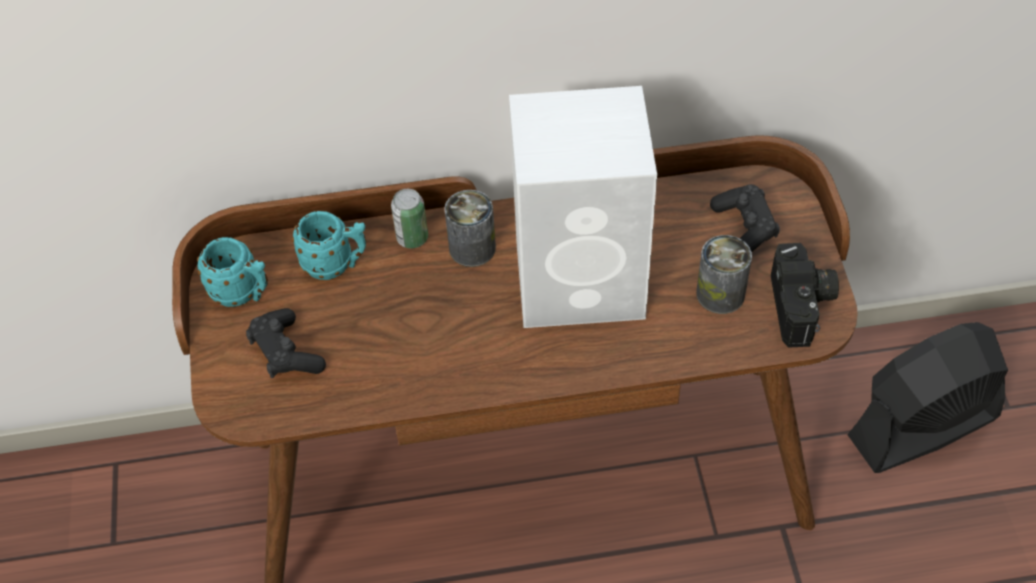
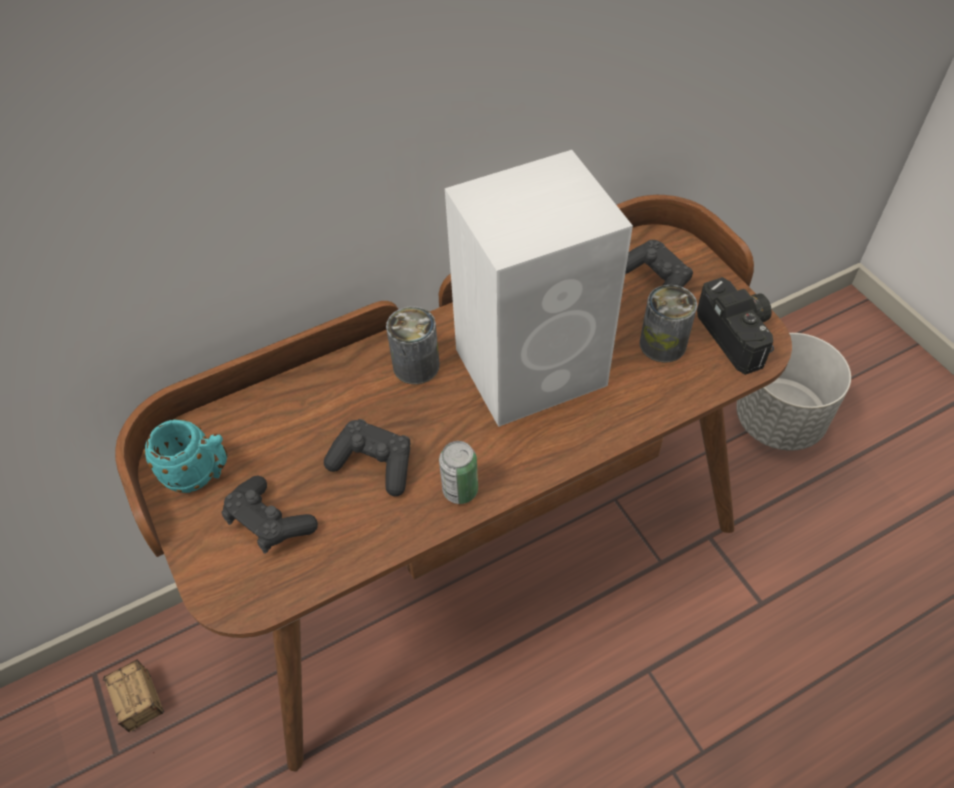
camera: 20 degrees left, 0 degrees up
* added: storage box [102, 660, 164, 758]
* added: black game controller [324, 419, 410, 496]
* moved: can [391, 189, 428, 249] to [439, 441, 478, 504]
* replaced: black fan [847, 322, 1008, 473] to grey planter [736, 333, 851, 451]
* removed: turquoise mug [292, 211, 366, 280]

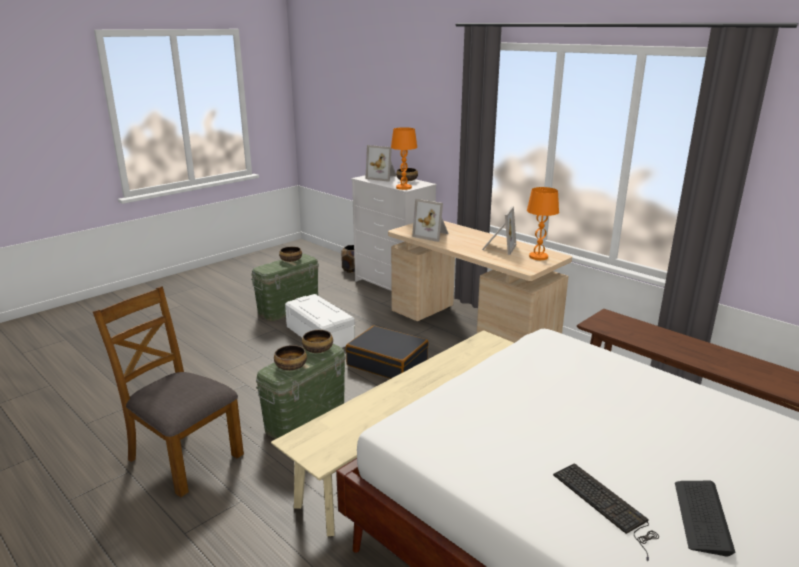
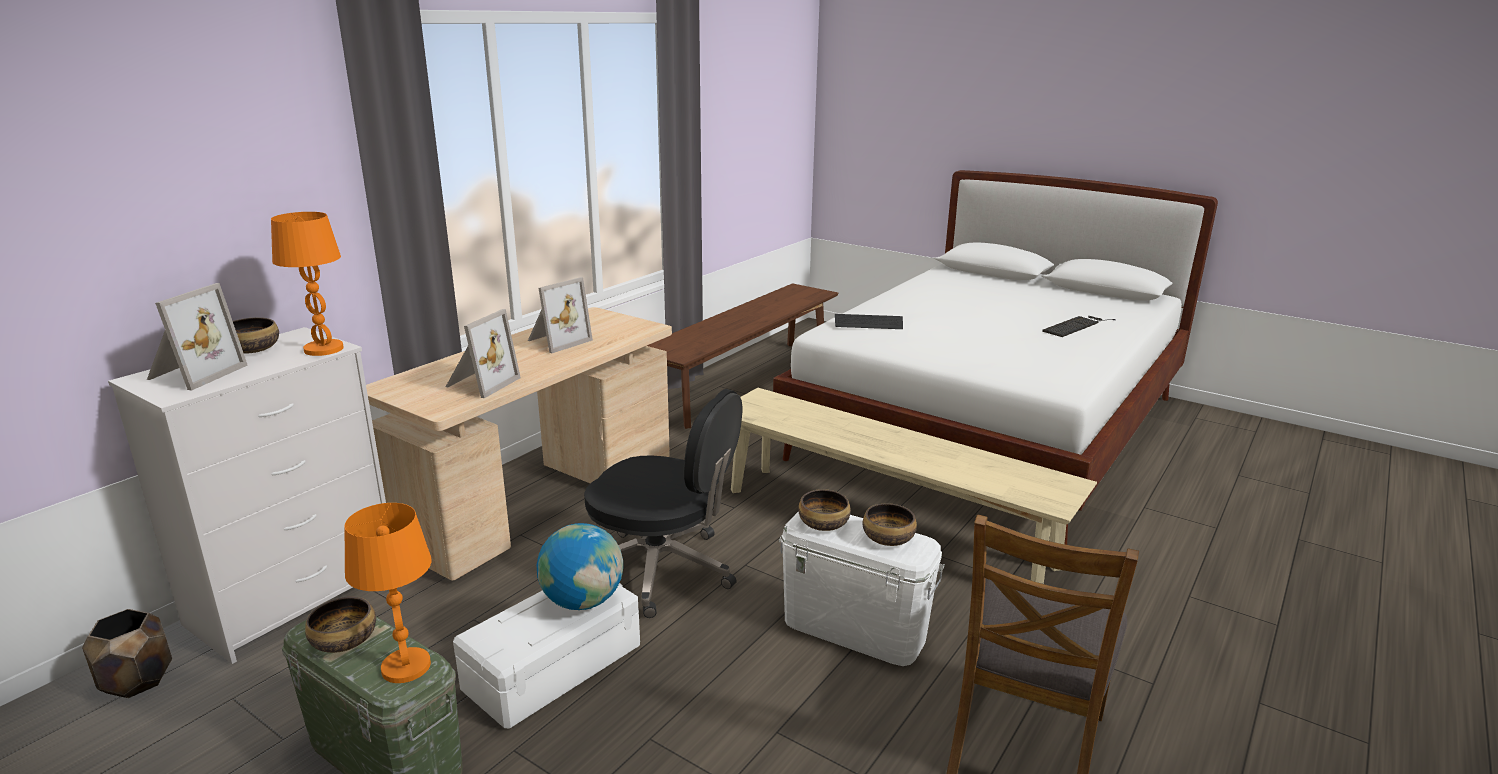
camera: 100 degrees left, 0 degrees up
* moved: orange table lamp [527, 187, 559, 260] to [345, 503, 432, 683]
* turned: picture frame [482, 207, 516, 255] = [528, 277, 593, 353] 120 degrees clockwise
* added: globe [537, 523, 623, 610]
* replaced: black suitcase [346, 326, 429, 379] to black office chair [584, 389, 742, 618]
* recoloured: green storage box [256, 344, 346, 439] to white storage box [779, 512, 945, 666]
* moved: keyboard [675, 481, 736, 557] to [835, 314, 903, 329]

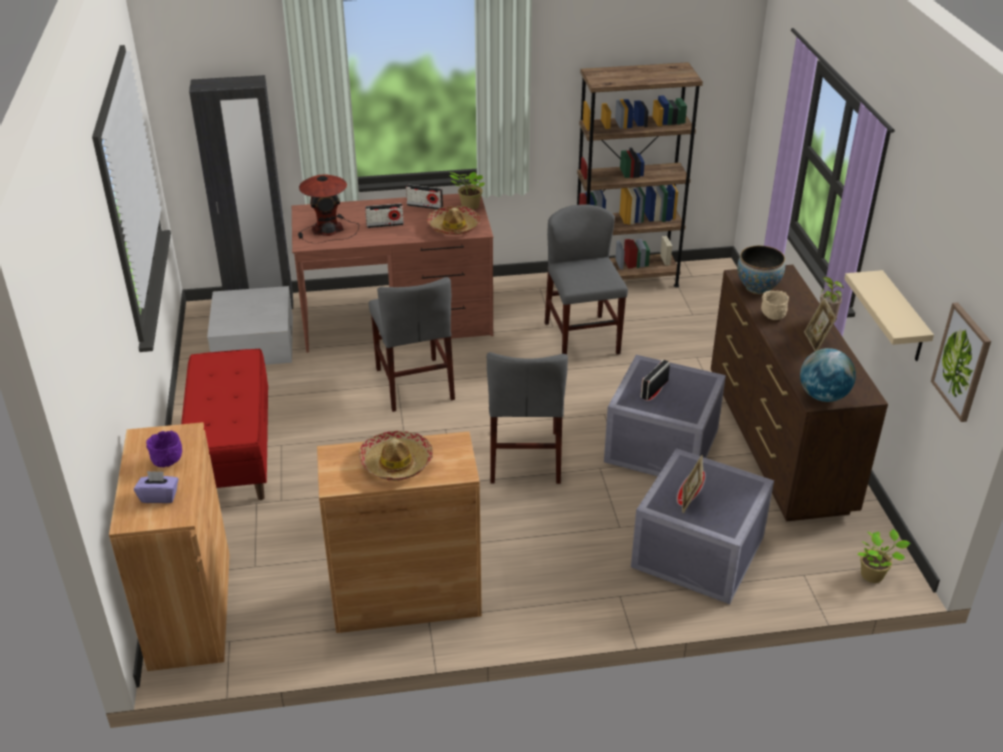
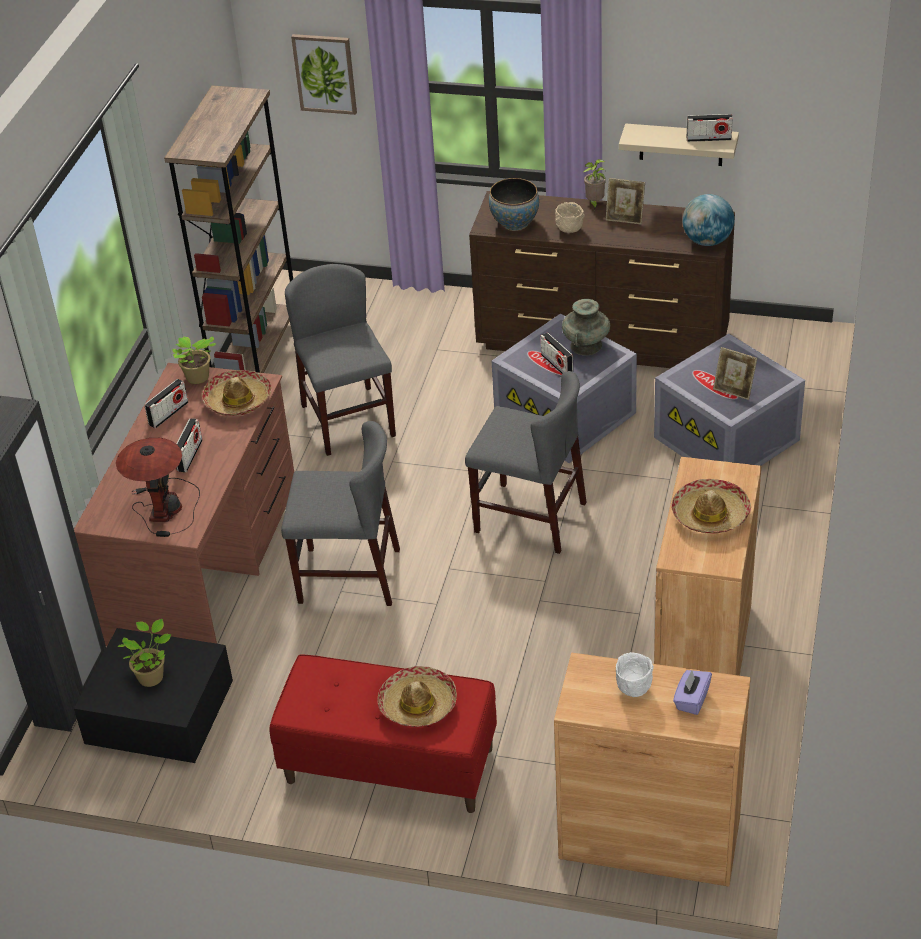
camera: 65 degrees left, 5 degrees up
* recoloured: white storage box [207, 286, 293, 365] to black storage box [74, 628, 233, 763]
* moved: potted plant [858, 529, 910, 583] to [118, 619, 172, 687]
* turned: grey chair [545, 204, 628, 355] = [285, 264, 396, 456] 60 degrees clockwise
* moved: picture [931, 302, 991, 422] to [291, 34, 357, 115]
* added: hat [377, 666, 457, 727]
* added: turquoise vase [562, 299, 610, 356]
* recoloured: purple bowl [146, 430, 182, 467] to white bowl [616, 652, 654, 697]
* added: radio [687, 114, 733, 142]

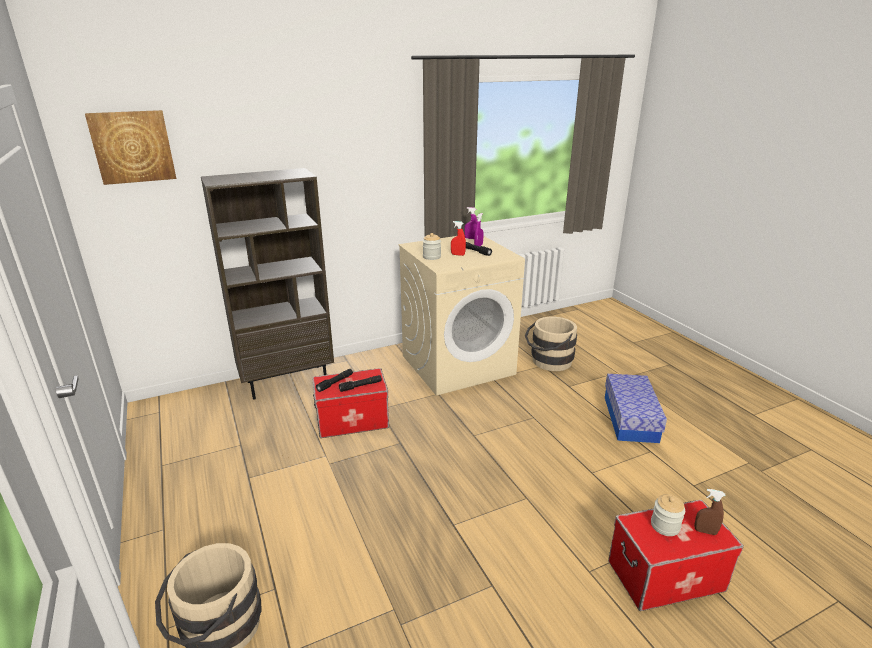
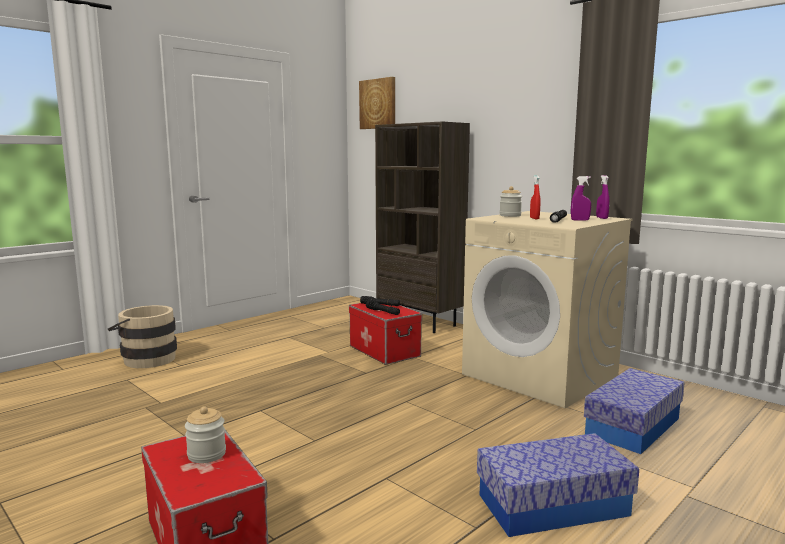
camera: 70 degrees right, 15 degrees down
* replaced: beige bucket [525, 317, 577, 371] to storage box [584, 368, 685, 454]
* removed: brown spray bottle [694, 489, 725, 535]

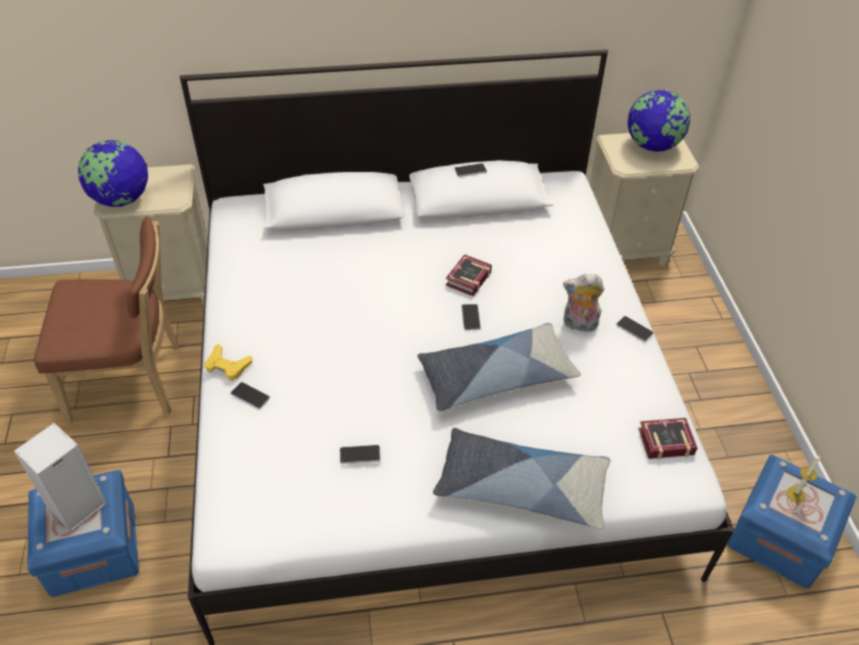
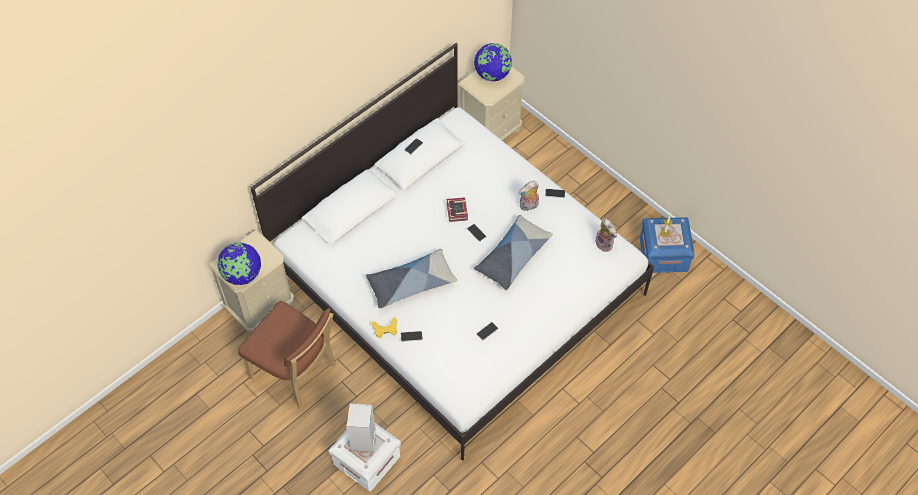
camera: 35 degrees left, 10 degrees up
* turned: brown chair [34, 216, 180, 424] = [238, 301, 335, 408] 75 degrees clockwise
* recoloured: blue storage box [27, 470, 139, 597] to white storage box [329, 423, 401, 491]
* moved: pillow [433, 428, 610, 530] to [366, 249, 457, 309]
* replaced: book [638, 418, 697, 459] to plush toy [595, 218, 617, 252]

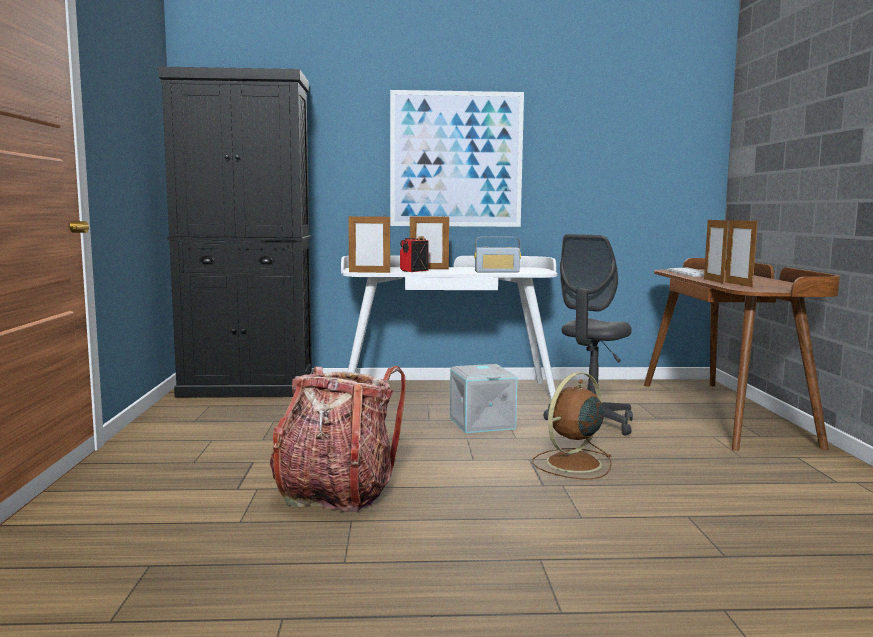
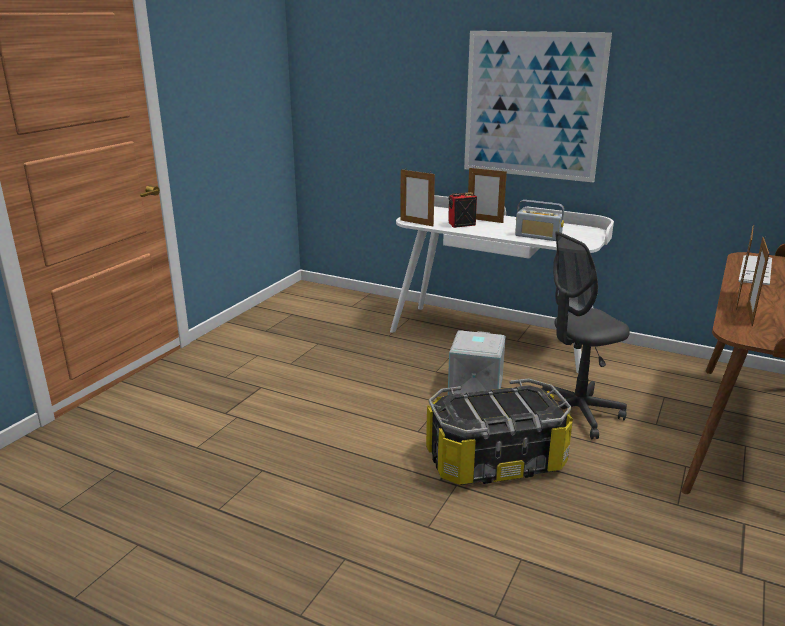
camera: 30 degrees right, 15 degrees up
* replaced: brown fan [532, 372, 612, 479] to storage box [426, 379, 573, 485]
* removed: black cabinet [158, 66, 313, 398]
* removed: backpack [270, 366, 406, 512]

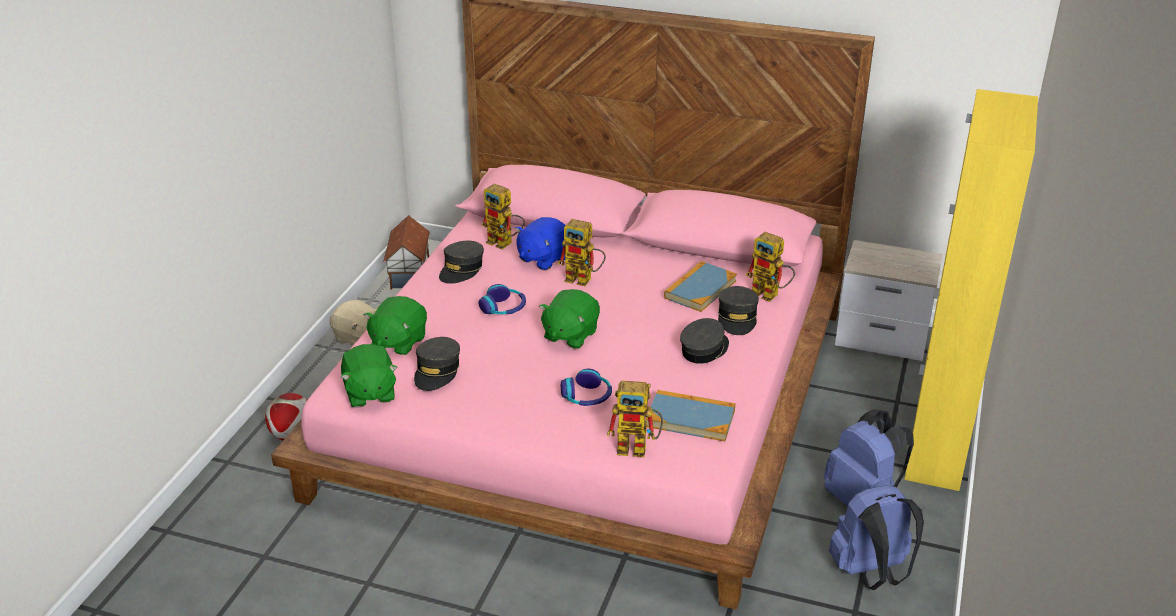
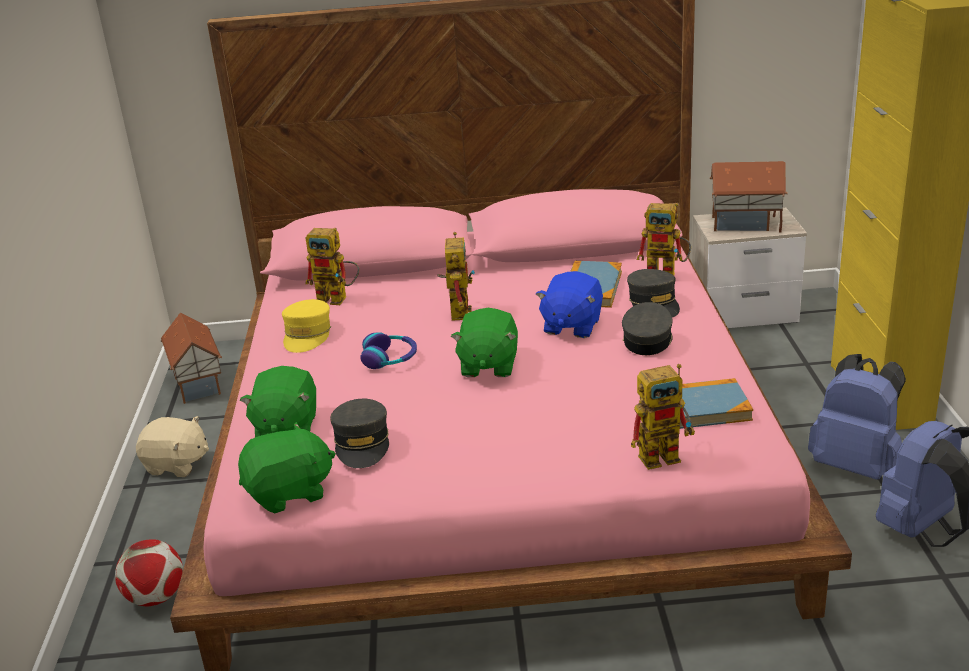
camera: 20 degrees left, 5 degrees down
* turned: green plush toy [341, 344, 398, 408] = [238, 422, 336, 513] 75 degrees counterclockwise
* recoloured: grey cap [439, 241, 484, 284] to yellow cap [282, 299, 331, 353]
* turned: toy robot [558, 219, 606, 286] = [437, 232, 475, 321] 90 degrees counterclockwise
* moved: blue plush toy [515, 217, 566, 270] to [536, 271, 603, 338]
* added: toy house [710, 161, 788, 233]
* removed: headphones [561, 368, 612, 406]

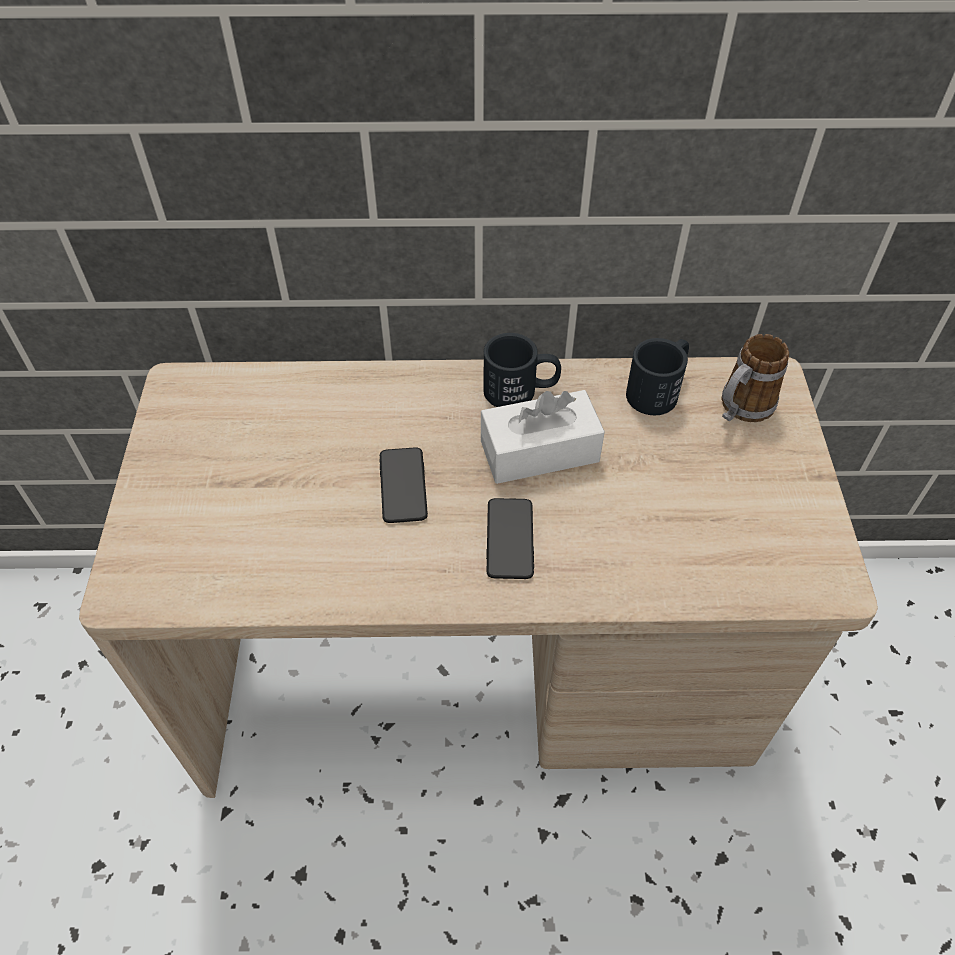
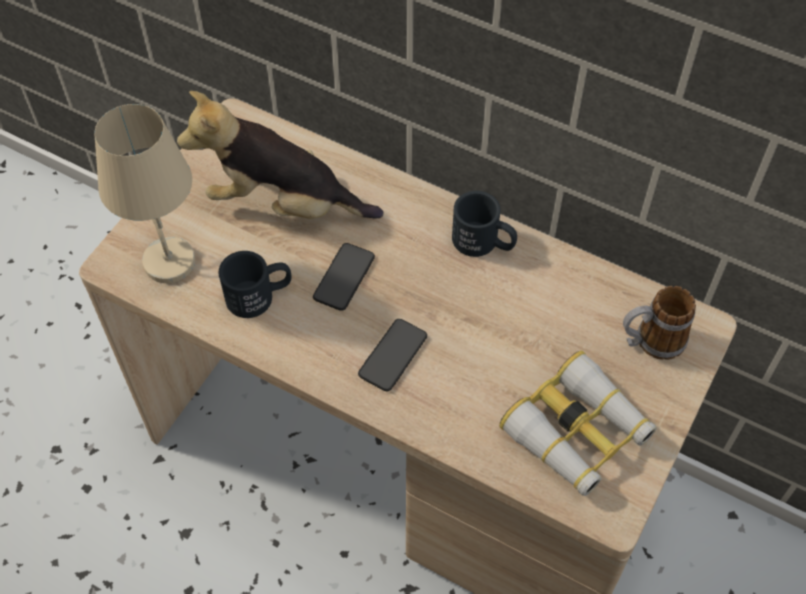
camera: 30 degrees right, 5 degrees up
* added: beige table lamp [95, 104, 195, 283]
* added: plush toy [177, 91, 383, 219]
* moved: black mug [626, 338, 689, 415] to [219, 251, 292, 318]
* added: binoculars [499, 351, 657, 496]
* removed: white tissue box [481, 390, 605, 484]

